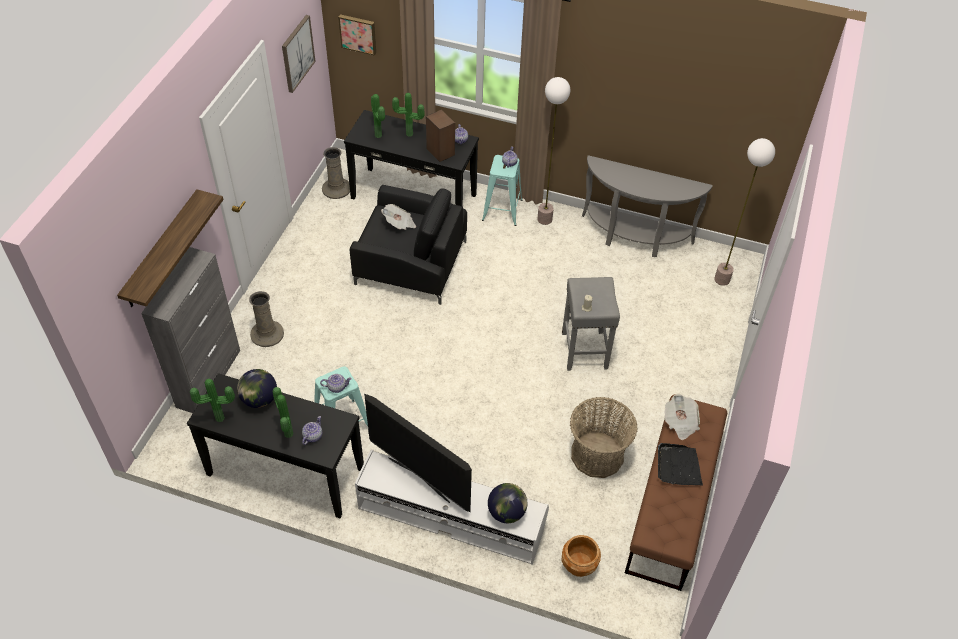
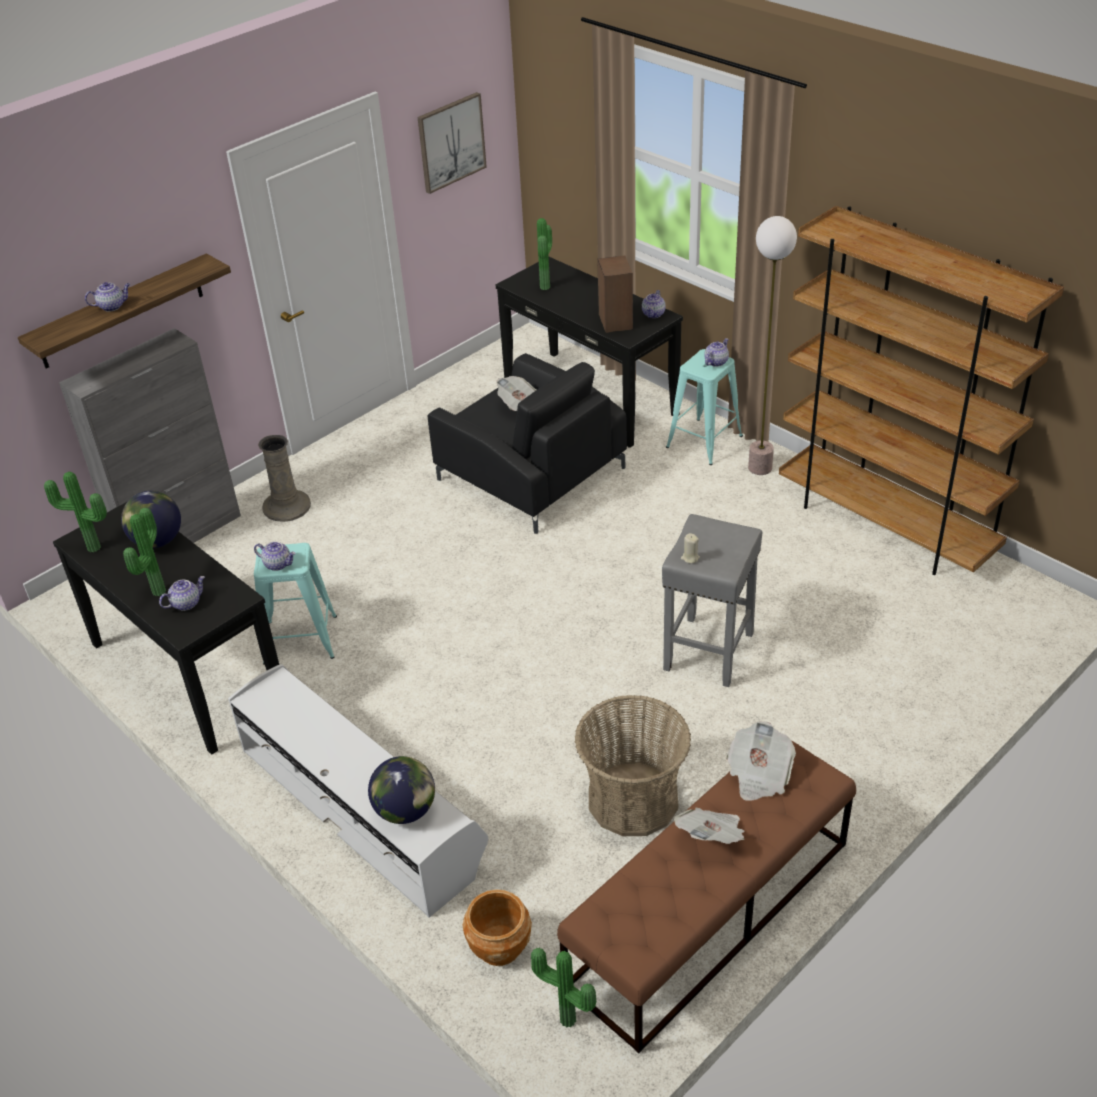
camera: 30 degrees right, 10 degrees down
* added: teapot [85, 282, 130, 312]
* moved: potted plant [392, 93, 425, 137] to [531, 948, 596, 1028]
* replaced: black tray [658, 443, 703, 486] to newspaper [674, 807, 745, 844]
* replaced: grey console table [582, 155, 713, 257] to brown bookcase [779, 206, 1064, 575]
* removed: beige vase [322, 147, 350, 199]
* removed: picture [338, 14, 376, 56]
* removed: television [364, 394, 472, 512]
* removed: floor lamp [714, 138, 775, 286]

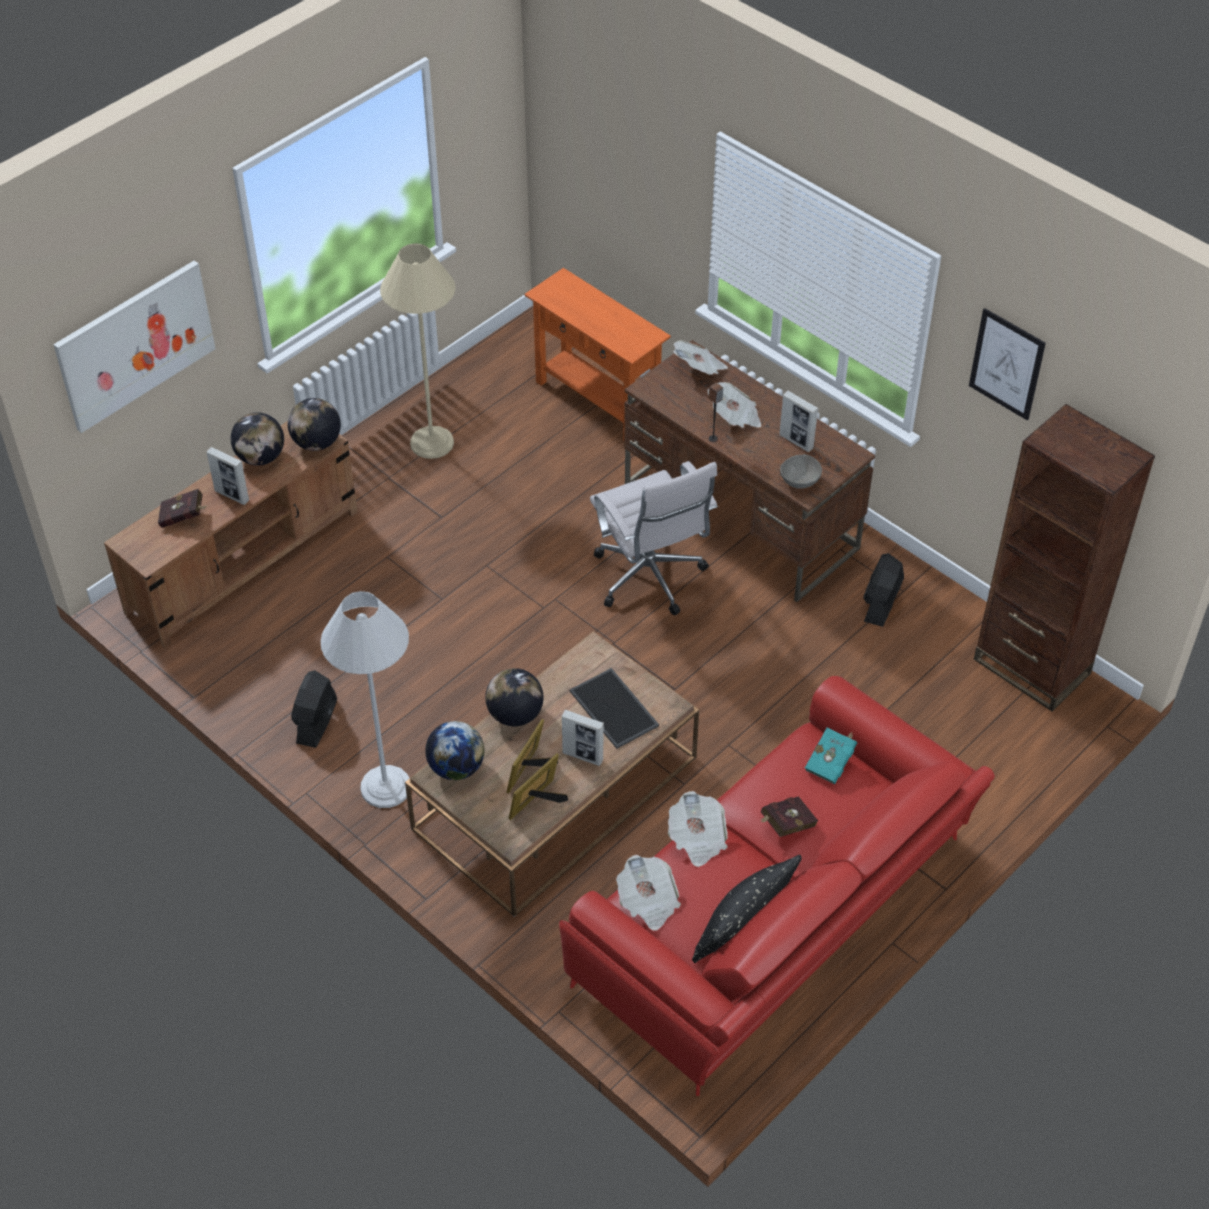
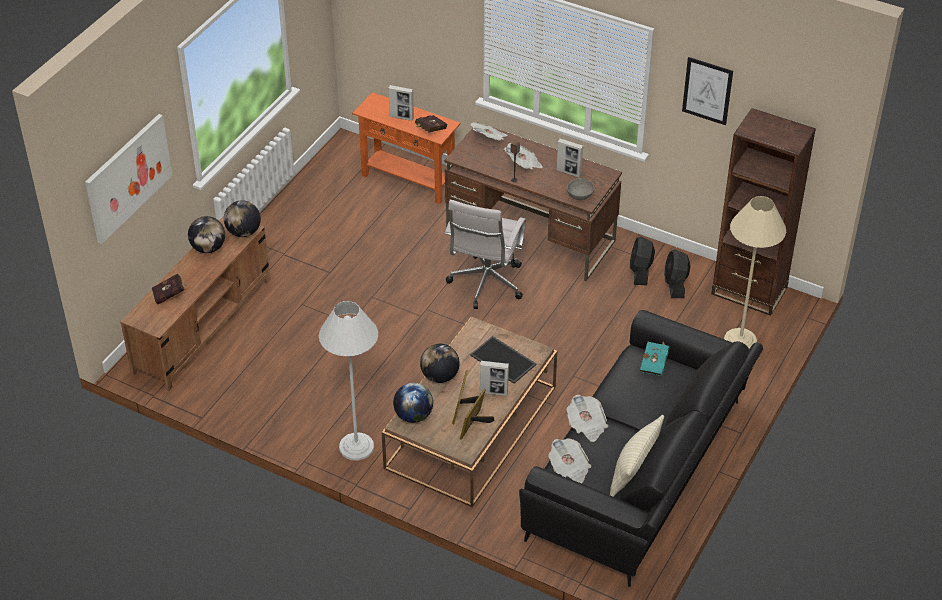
camera: 15 degrees left, 5 degrees down
* moved: picture frame [207, 447, 249, 505] to [389, 85, 414, 121]
* moved: red book [760, 796, 818, 837] to [415, 115, 448, 132]
* turned: white office chair [590, 461, 718, 615] = [444, 200, 526, 309] 60 degrees clockwise
* recoloured: red sofa [559, 676, 995, 1096] to black sofa [519, 310, 763, 587]
* recoloured: black pillow [692, 855, 802, 963] to beige pillow [610, 415, 664, 497]
* moved: black fan [291, 670, 337, 748] to [664, 249, 690, 298]
* moved: beige floor lamp [380, 243, 455, 459] to [724, 196, 786, 348]

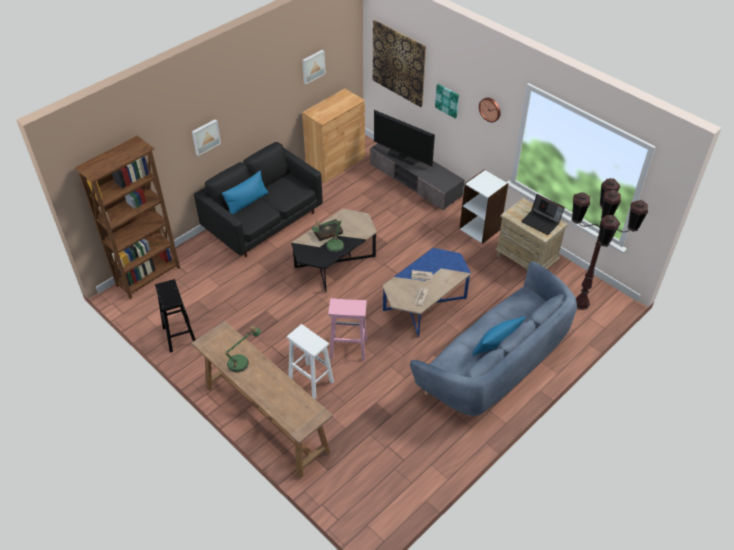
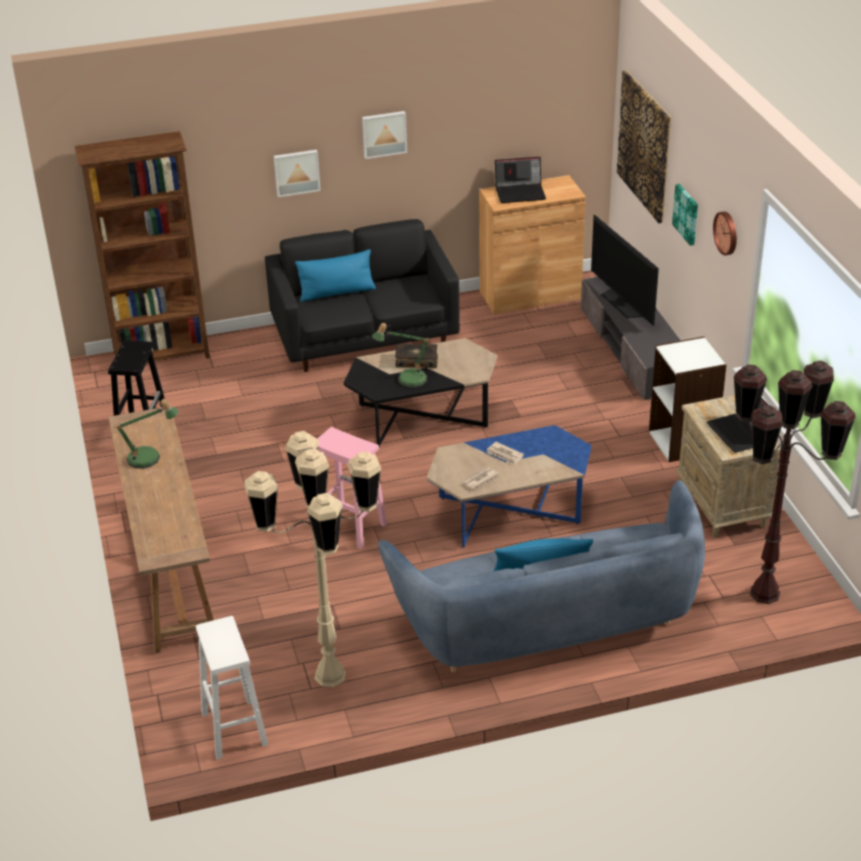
camera: 30 degrees right, 10 degrees down
* moved: white stool [287, 324, 334, 399] to [196, 616, 268, 759]
* added: beige floor lamp [244, 431, 382, 687]
* moved: picture [302, 50, 326, 84] to [362, 111, 407, 159]
* added: laptop [495, 157, 546, 203]

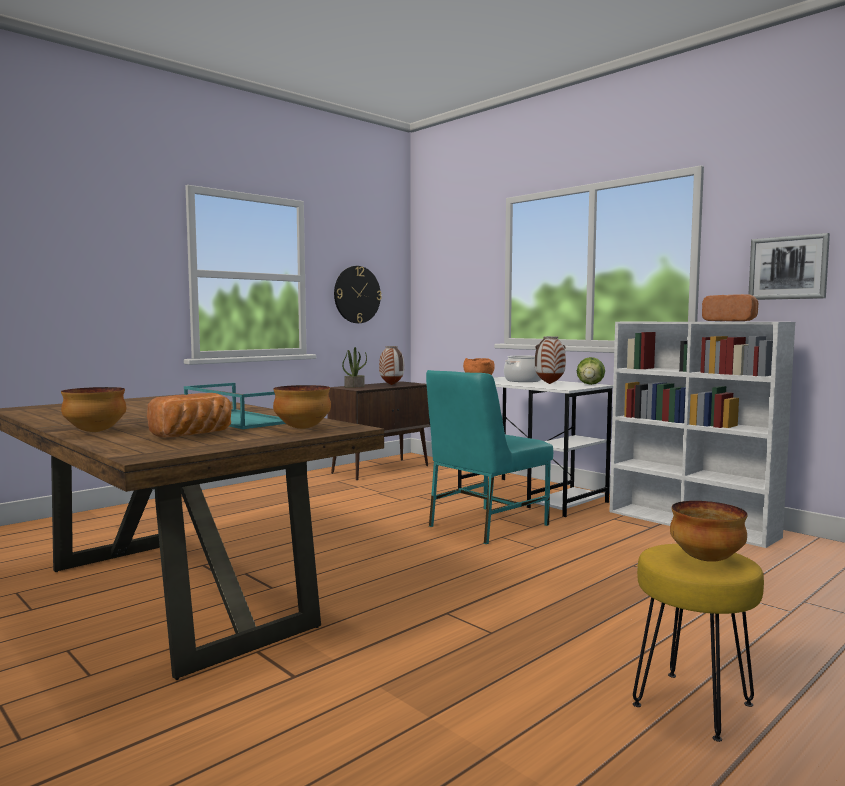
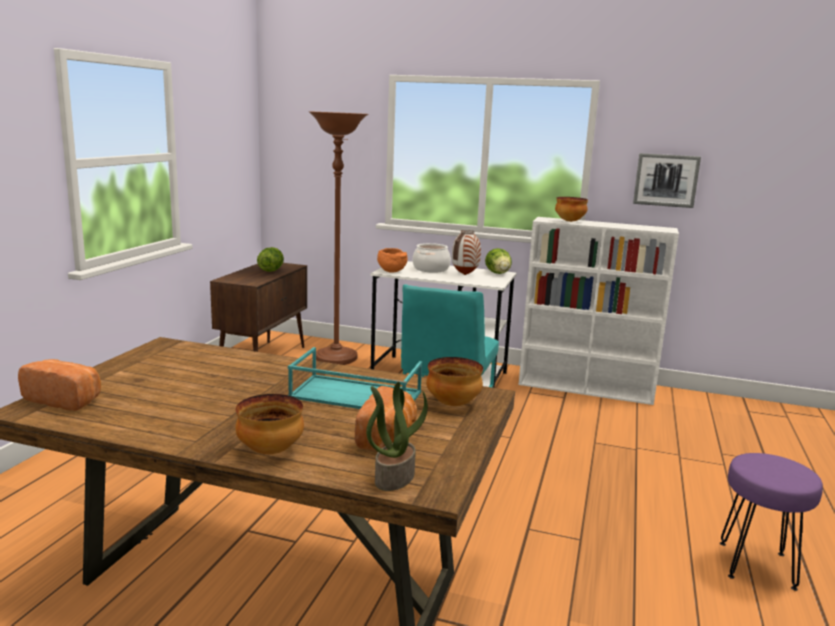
camera: 30 degrees left, 10 degrees up
* moved: bread [702, 294, 758, 321] to [18, 359, 101, 411]
* replaced: vase [379, 346, 404, 385] to lettuce [257, 247, 284, 272]
* added: brown floor lamp [308, 111, 368, 365]
* moved: potted plant [342, 347, 367, 388] to [366, 382, 428, 491]
* moved: bowl [670, 501, 748, 562] to [555, 197, 588, 222]
* recoloured: yellow stool [633, 544, 764, 742] to purple stool [720, 453, 823, 591]
* removed: wall clock [334, 266, 382, 323]

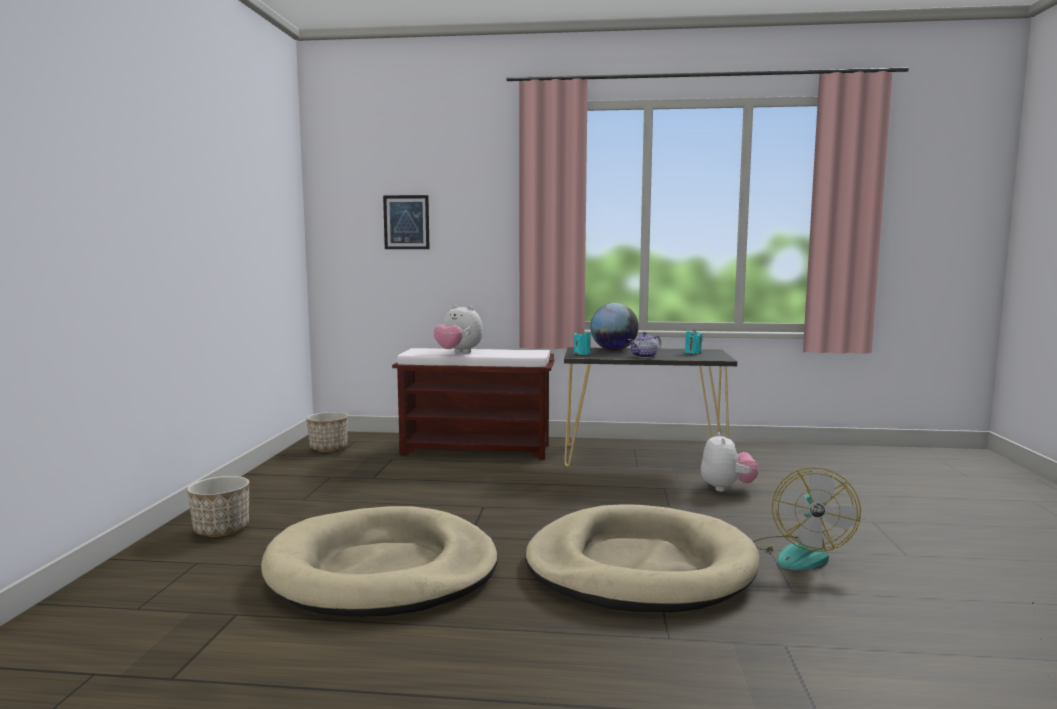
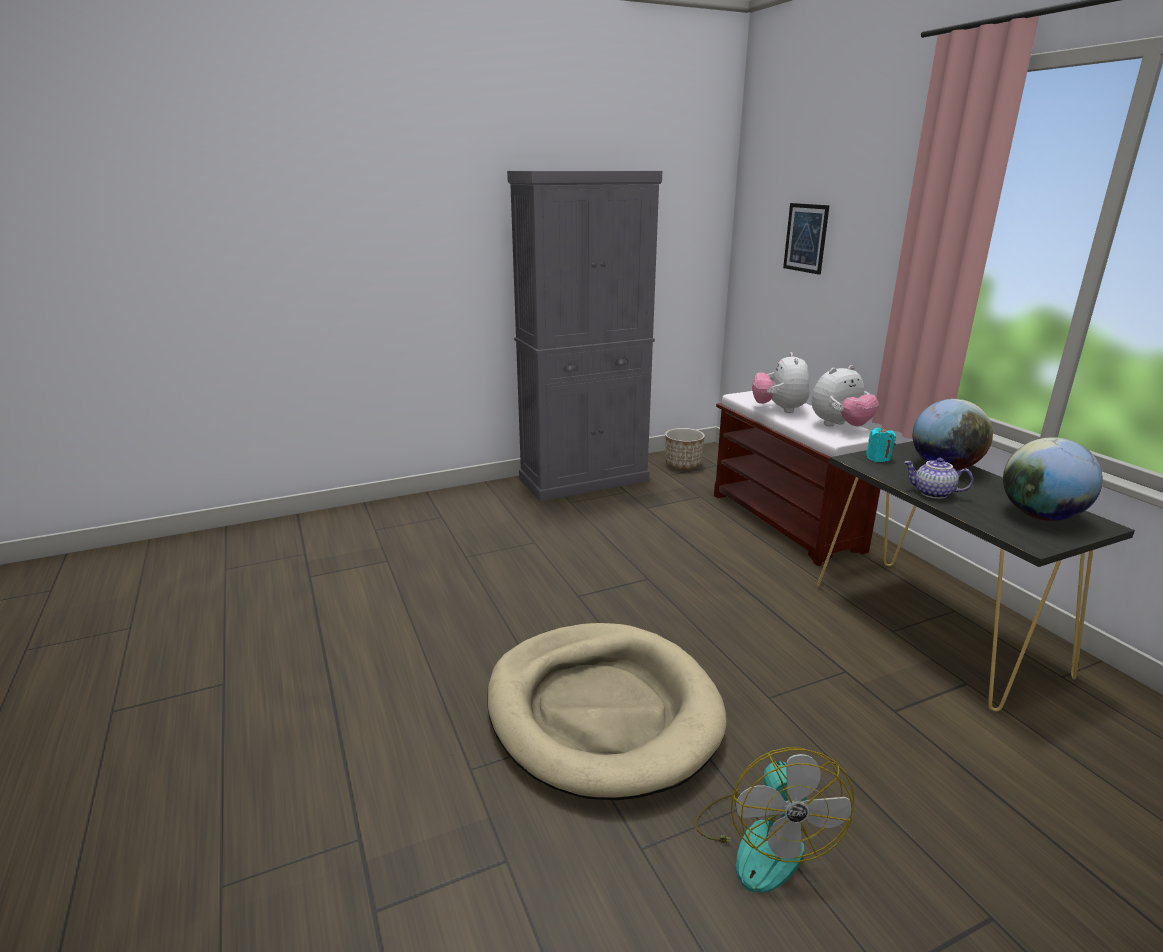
camera: 60 degrees right, 15 degrees up
* added: grey cabinet [507, 171, 662, 501]
* turned: fan [753, 467, 861, 570] = [694, 747, 855, 893] 75 degrees counterclockwise
* moved: plush toy [701, 432, 758, 492] to [811, 365, 879, 426]
* replaced: turquoise candle [685, 329, 703, 354] to globe [1003, 437, 1103, 521]
* removed: planter [187, 476, 249, 537]
* removed: beige dog bed [261, 506, 498, 617]

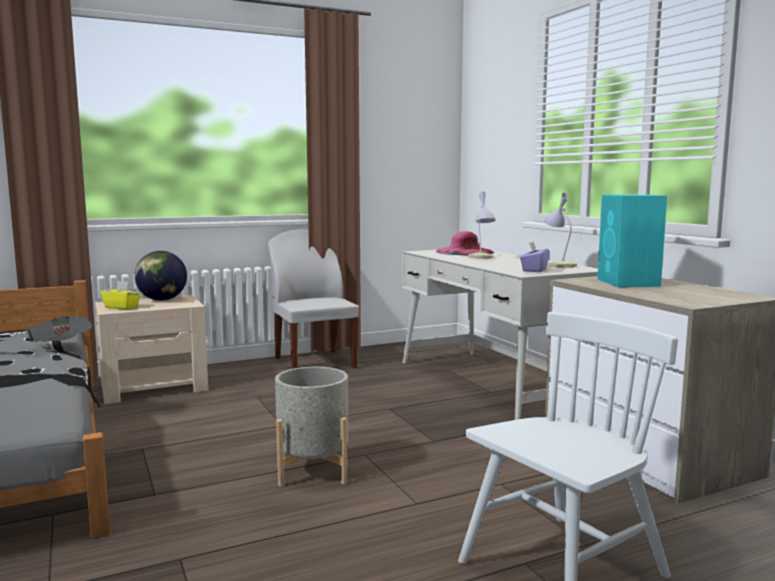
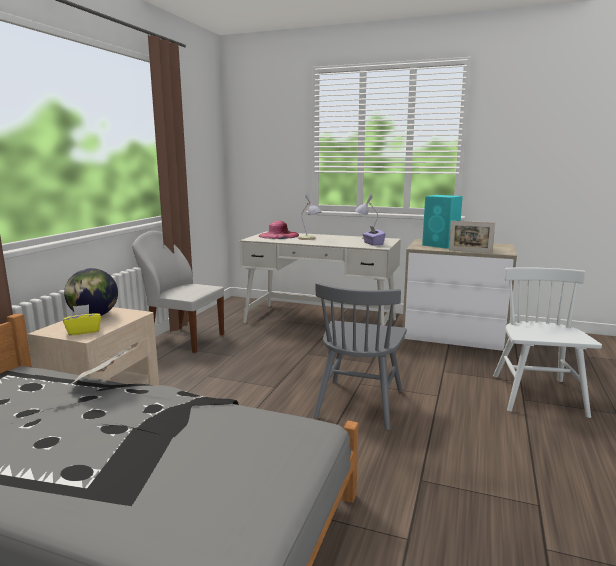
camera: 45 degrees left, 5 degrees up
* replaced: grey planter [275, 367, 349, 487] to grey chair [313, 283, 407, 430]
* added: picture frame [449, 221, 495, 253]

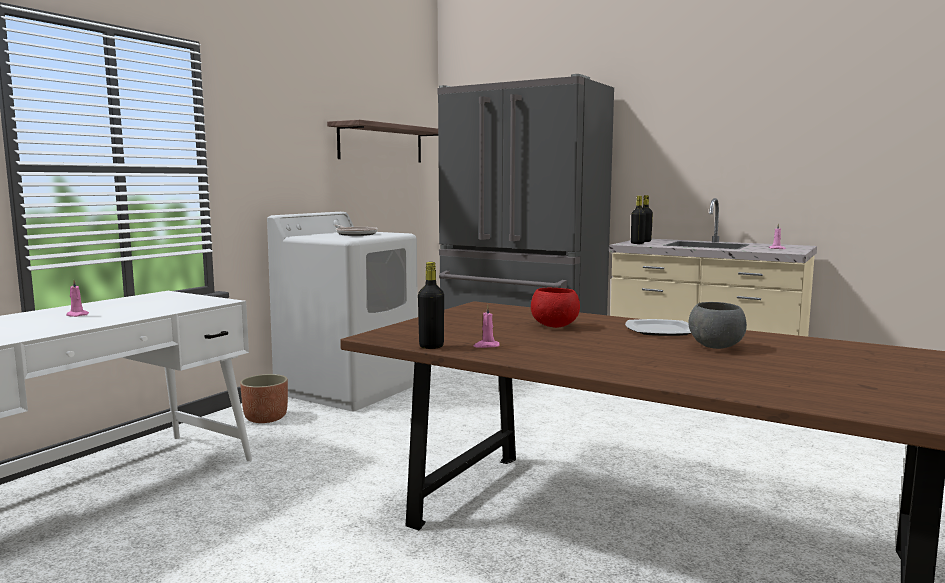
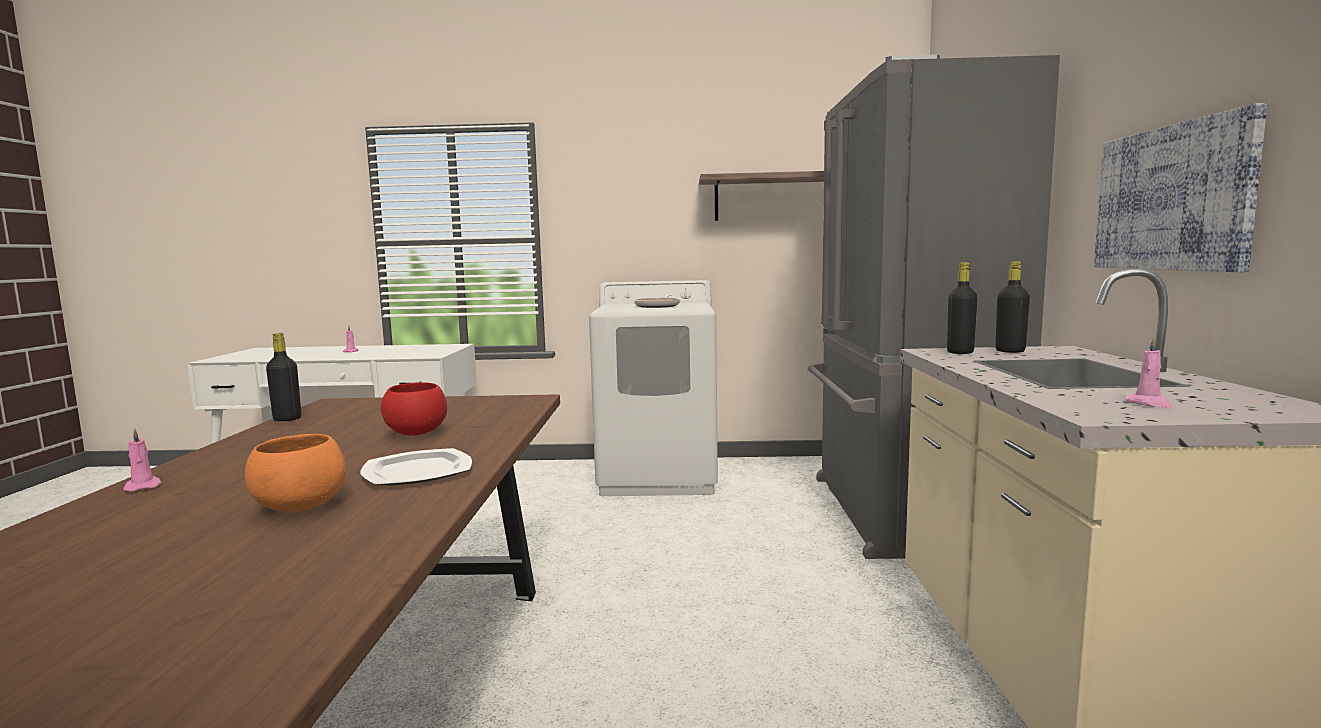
camera: 60 degrees right, 0 degrees up
* moved: pink candle [474, 305, 500, 348] to [123, 428, 162, 492]
* recoloured: grey bowl [688, 302, 747, 349] to orange bowl [245, 434, 346, 512]
* added: picture [1094, 103, 1267, 272]
* removed: planter [240, 374, 288, 423]

